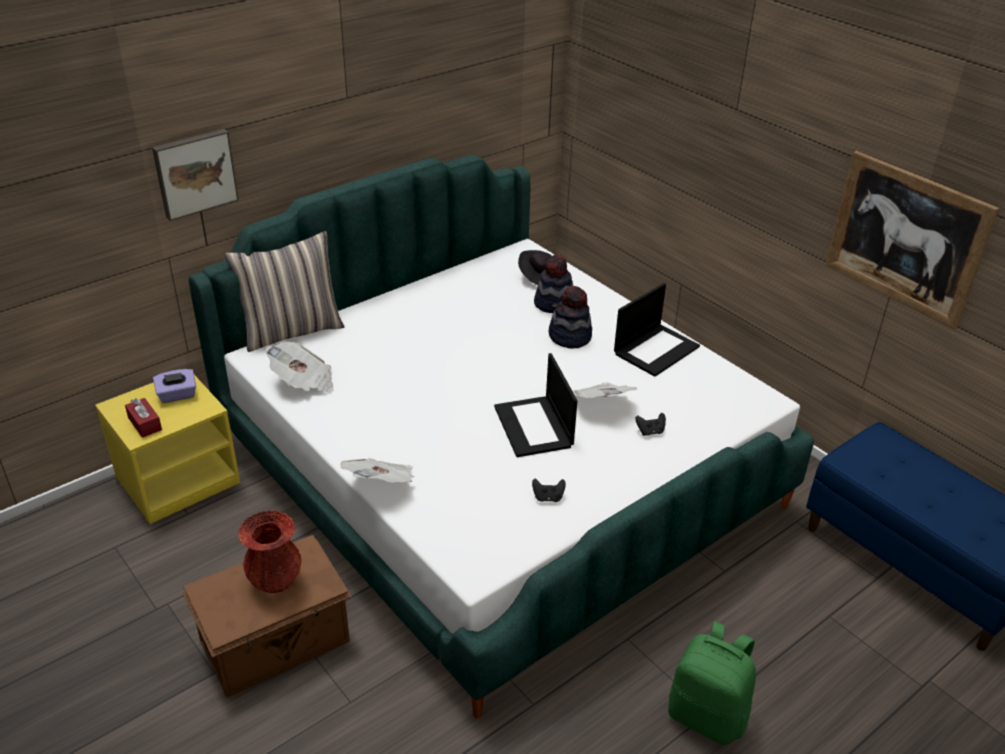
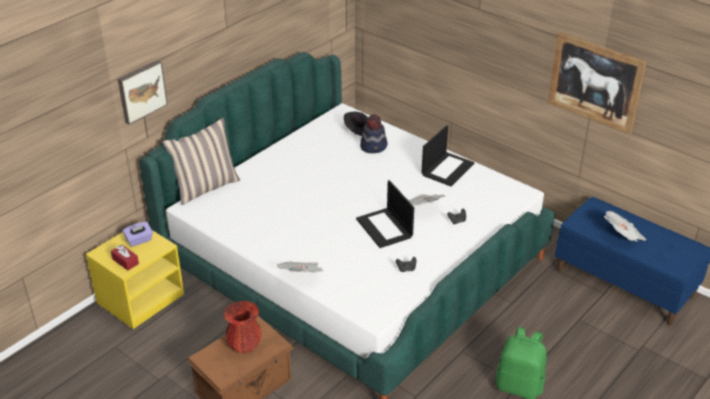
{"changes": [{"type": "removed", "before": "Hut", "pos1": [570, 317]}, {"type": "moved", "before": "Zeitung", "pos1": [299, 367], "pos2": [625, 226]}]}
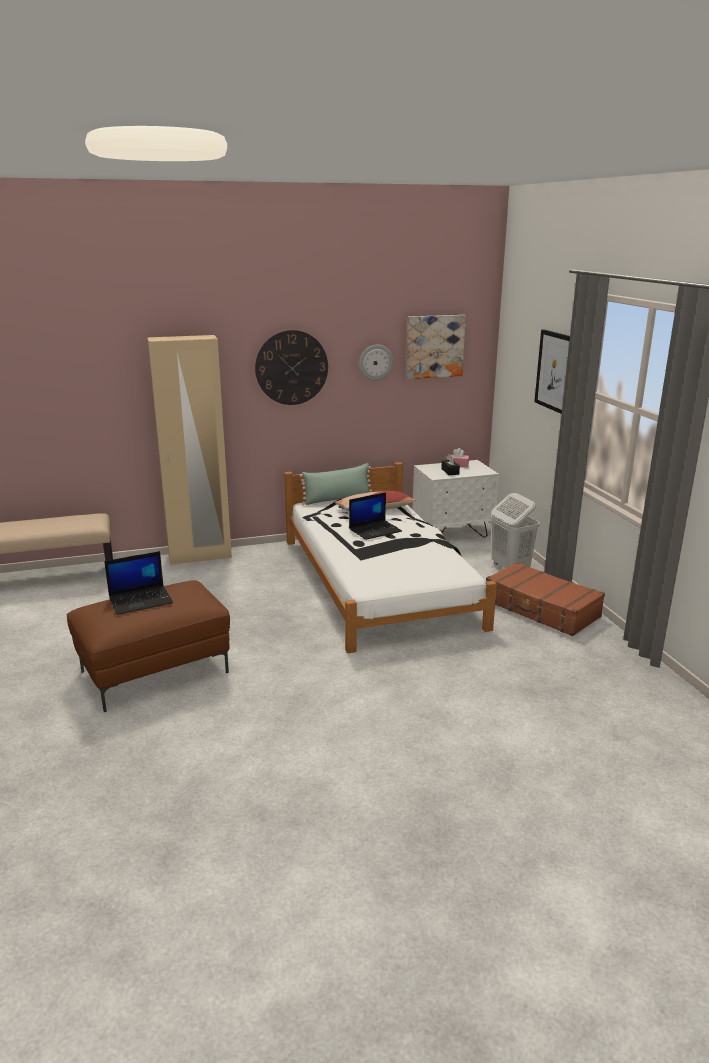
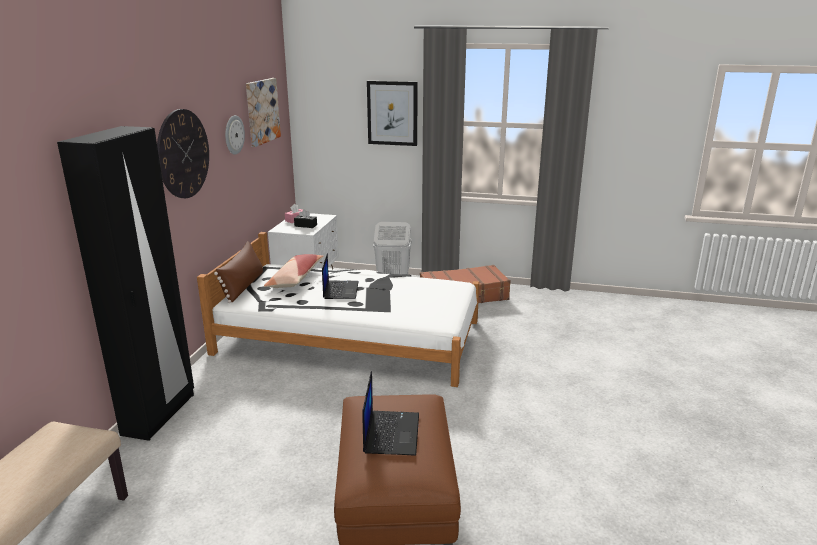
{"changes": [{"type": "recoloured", "before": "Kleiderschrank (beige)", "after": "Kleiderschrank (schwarz)", "pos1": [189, 450], "pos2": [125, 283]}, {"type": "recoloured", "before": "Kissen (grün)", "after": "Kissen (braun)", "pos1": [335, 484], "pos2": [238, 272]}]}
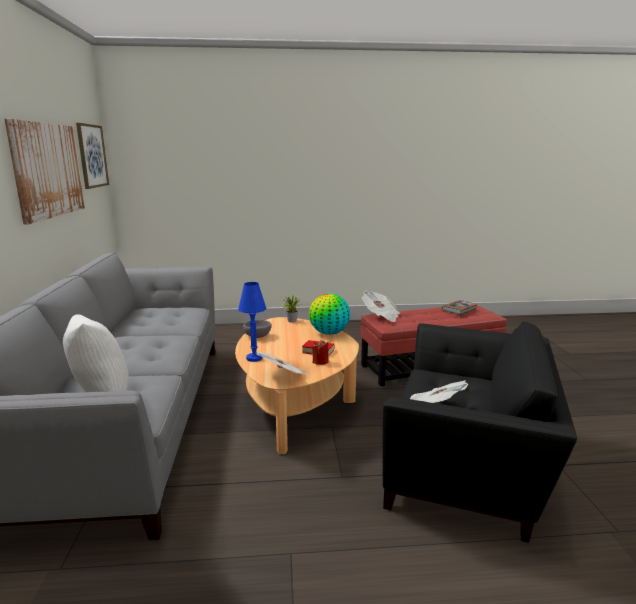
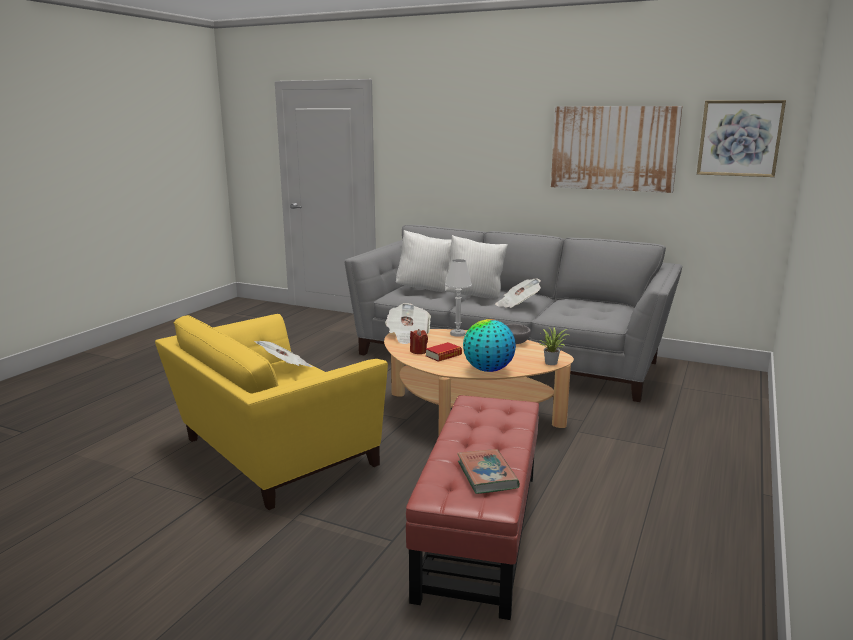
{"changes": [{"type": "recoloured", "before": "Tischlampe (blau)", "after": "Tischlampe (weiß)", "pos1": [252, 322], "pos2": [458, 298]}, {"type": "moved", "before": "Zeitung", "pos1": [381, 306], "pos2": [518, 293]}, {"type": "recoloured", "before": "Sessel (schwarz)", "after": "Sessel (gelb)", "pos1": [479, 432], "pos2": [271, 412]}, {"type": "added", "after": "Kissen (weiß)", "pos2": [476, 267]}]}
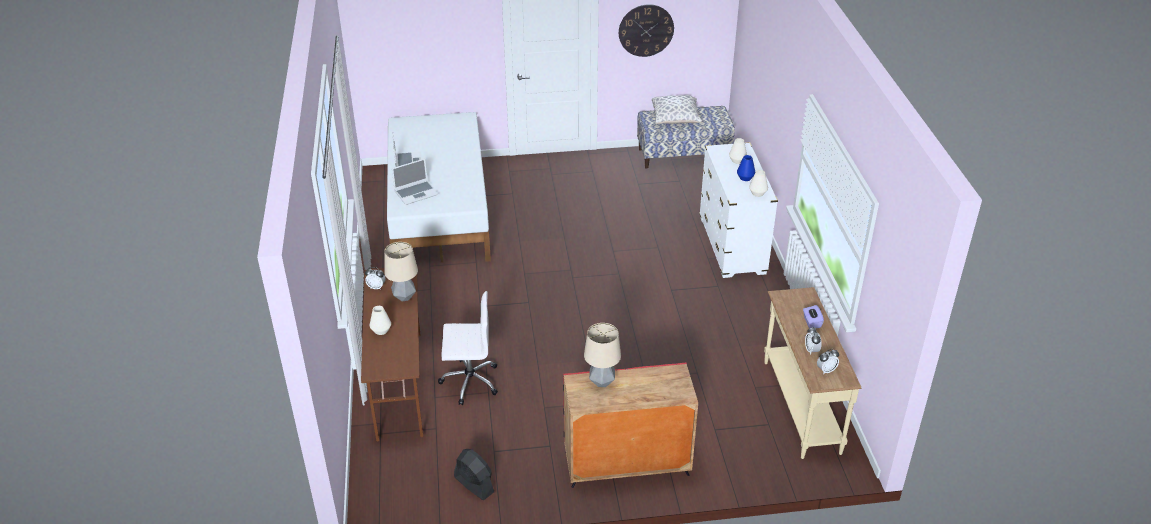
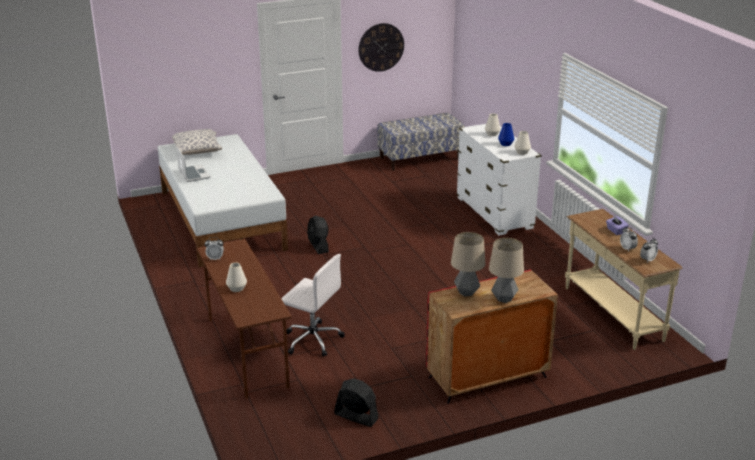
{"changes": [{"type": "moved", "before": "Kissen", "pos1": [677, 109], "pos2": [197, 142]}, {"type": "removed", "before": "Laptop", "pos1": [415, 181]}, {"type": "moved", "before": "Tischlampe", "pos1": [401, 272], "pos2": [506, 270]}, {"type": "turned", "before": "Bürostuhl (weiß)", "pos1": [468, 348], "pos2": [313, 305], "turn": 45}, {"type": "added", "after": "Ventilator (schwarz)", "pos2": [318, 235]}]}
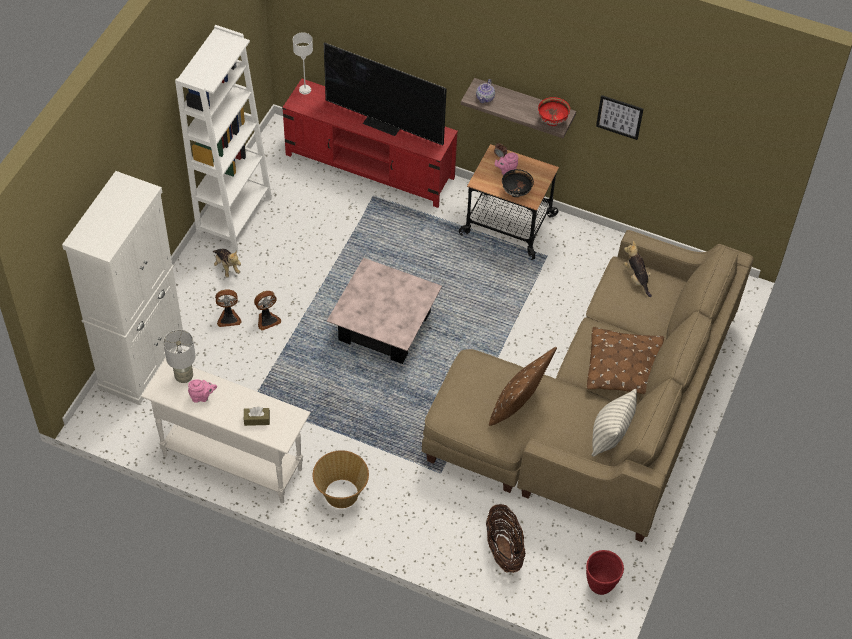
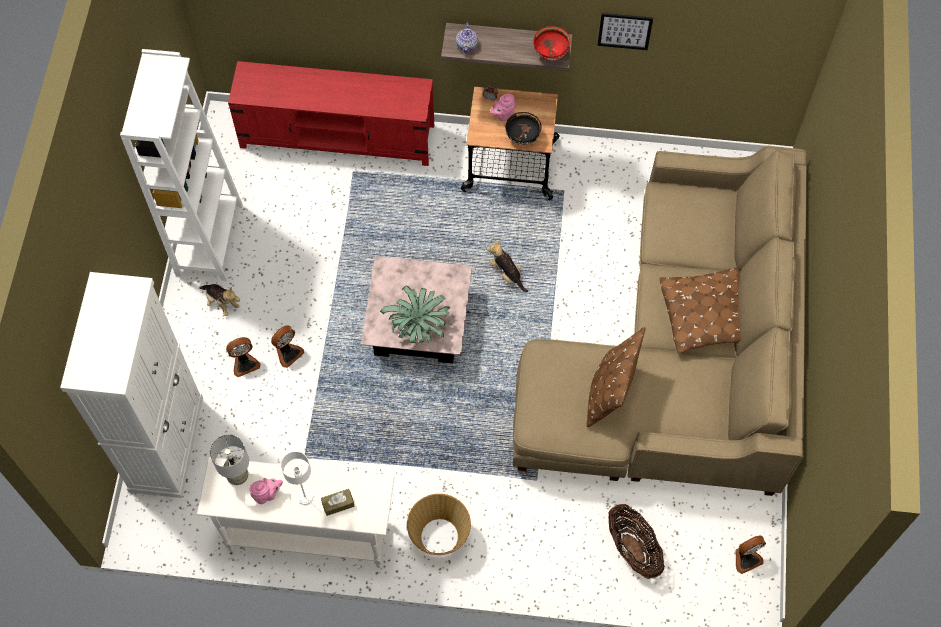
{"changes": [{"type": "moved", "before": "Tischlampe (weiß)", "pos1": [303, 63], "pos2": [297, 479]}, {"type": "removed", "before": "Fernseher", "pos1": [385, 93]}, {"type": "moved", "before": "Plüschtier", "pos1": [638, 269], "pos2": [507, 266]}, {"type": "removed", "before": "Kissen", "pos1": [614, 423]}, {"type": "replaced", "before": "Pflanzkübel (rot)", "after": "Ventilator", "pos1": [605, 572], "pos2": [750, 554]}, {"type": "added", "after": "Topfpflanze", "pos2": [415, 314]}]}
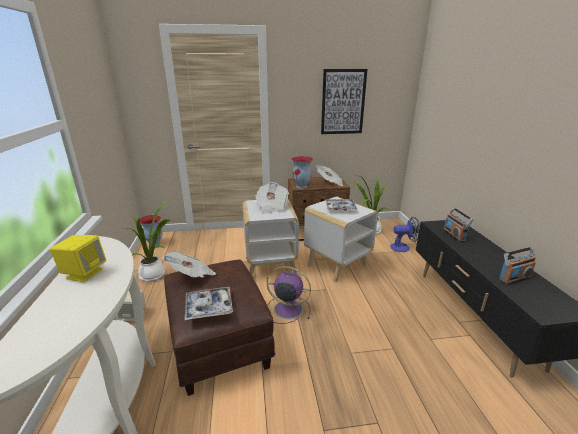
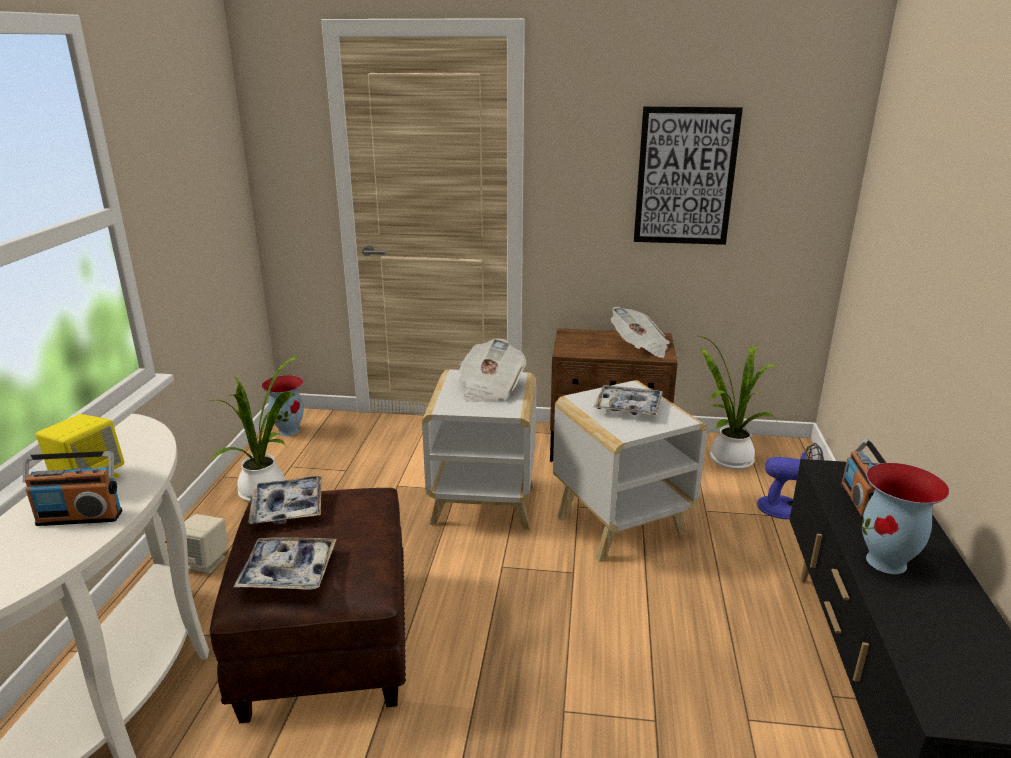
{"changes": [{"type": "moved", "before": "Vase", "pos1": [302, 172], "pos2": [906, 518]}, {"type": "moved", "before": "Radio", "pos1": [517, 266], "pos2": [72, 488]}, {"type": "replaced", "before": "Zeitung", "after": "Tablett", "pos1": [189, 265], "pos2": [285, 500]}, {"type": "removed", "before": "Ventilator (lila)", "pos1": [289, 295]}]}
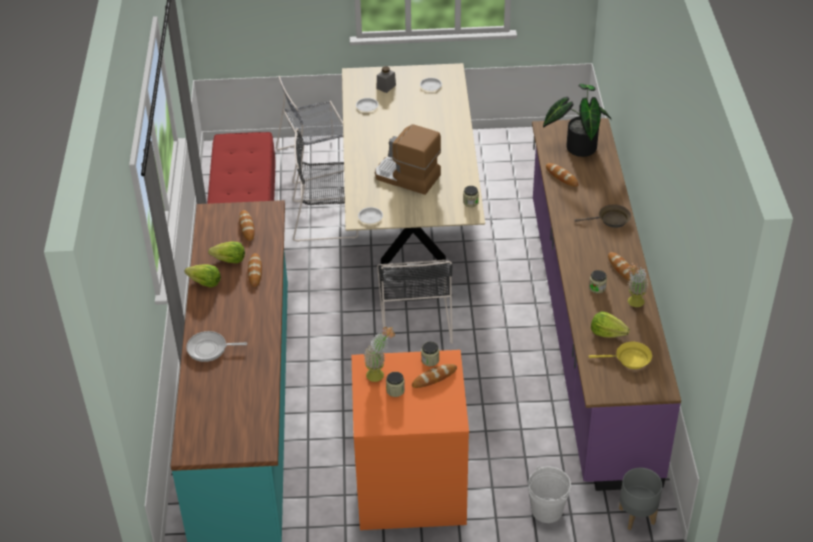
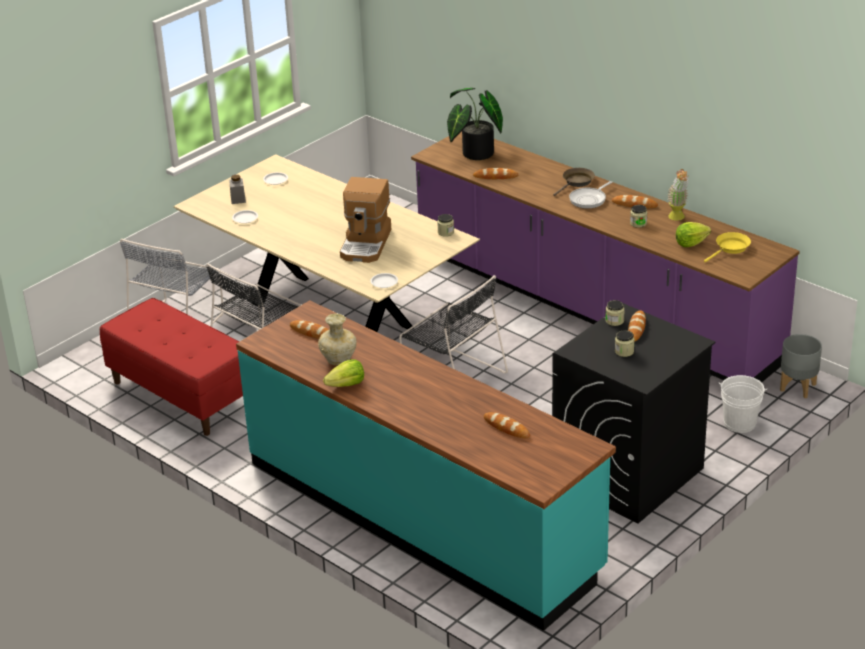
{"changes": [{"type": "turned", "before": "Kaffeemaschine", "pos1": [408, 159], "pos2": [365, 220], "turn": -60}, {"type": "replaced", "before": "Salatkopf", "after": "Vase (beige)", "pos1": [226, 252], "pos2": [337, 339]}, {"type": "moved", "before": "Brot", "pos1": [255, 270], "pos2": [507, 425]}, {"type": "removed", "before": "Topfpflanze", "pos1": [379, 354]}, {"type": "moved", "before": "Pfanne", "pos1": [216, 346], "pos2": [590, 195]}, {"type": "recoloured", "before": "Waschmaschine (orange)", "after": "Waschmaschine (schwarz)", "pos1": [410, 440], "pos2": [633, 413]}]}
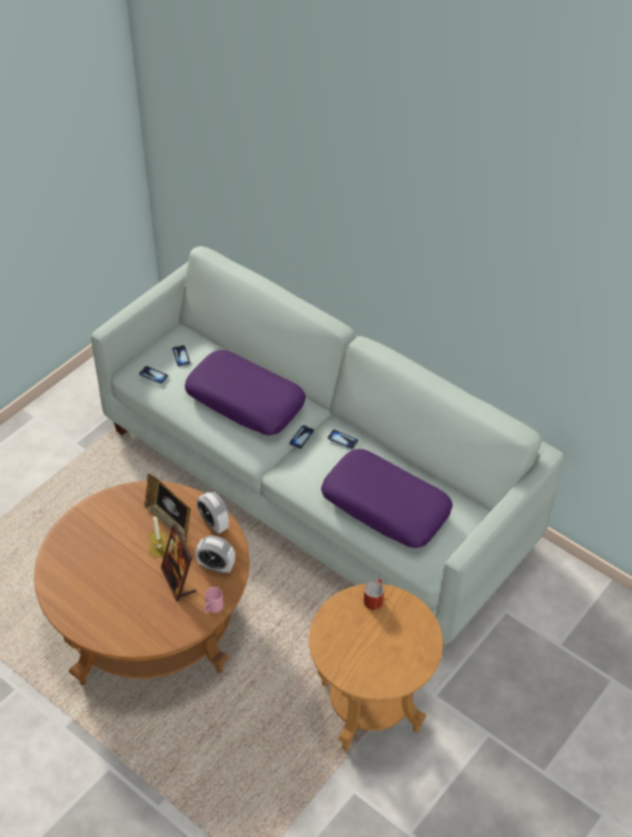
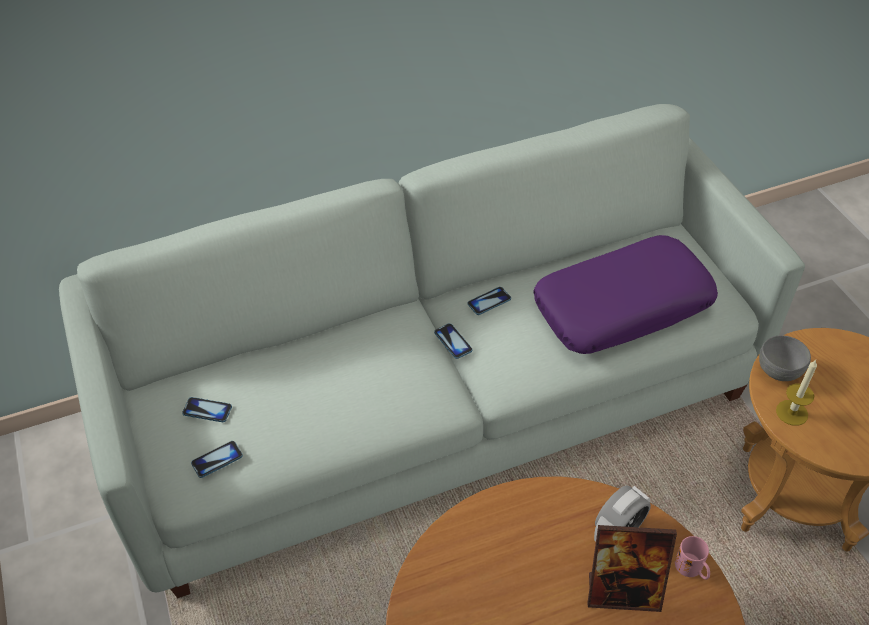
{"changes": [{"type": "removed", "before": "Kissen (lila)", "pos1": [245, 392]}, {"type": "removed", "before": "Bilderrahmen", "pos1": [167, 509]}, {"type": "removed", "before": "Wecker", "pos1": [213, 513]}, {"type": "moved", "before": "Kerze", "pos1": [158, 537], "pos2": [796, 393]}, {"type": "replaced", "before": "Henkelbecher (rot)", "after": "Schüssel (grau)", "pos1": [374, 594], "pos2": [785, 358]}]}
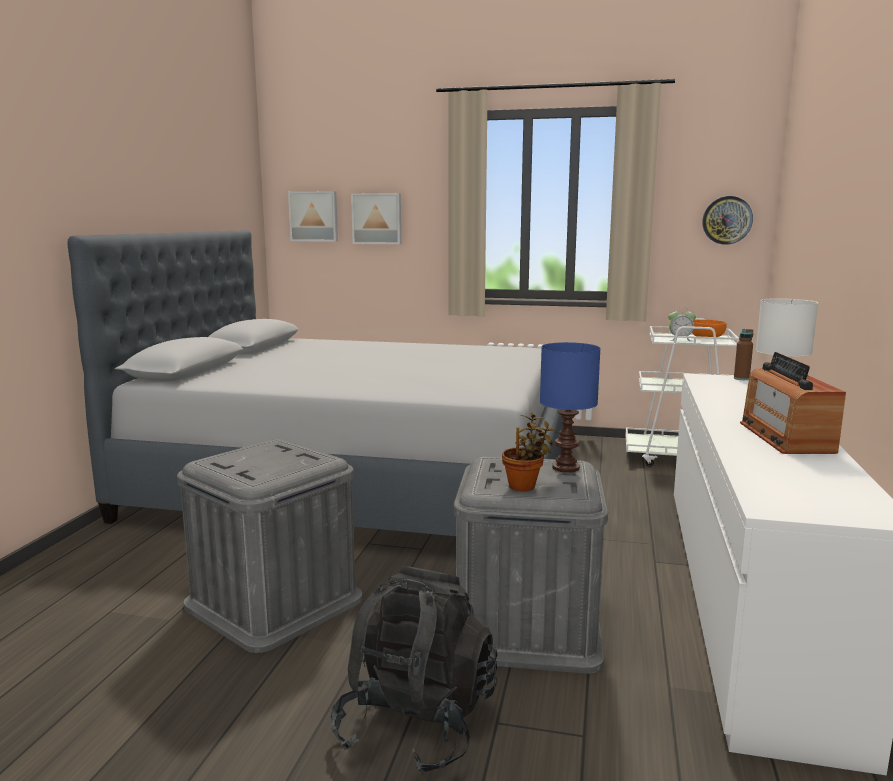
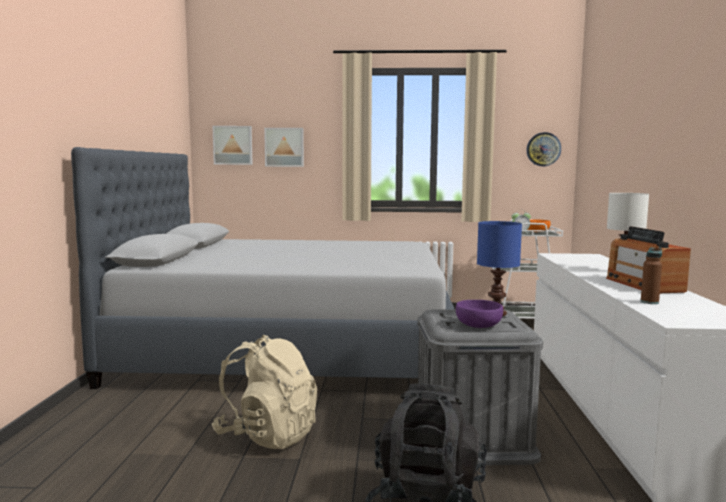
{"changes": [{"type": "moved", "before": "Flasche (braun)", "pos1": [743, 354], "pos2": [651, 275]}, {"type": "replaced", "before": "Topfpflanze", "after": "Schüssel (lila)", "pos1": [529, 452], "pos2": [479, 314]}, {"type": "replaced", "before": "Aufbewahrungsbox (grau)", "after": "Rucksack (beige)", "pos1": [269, 546], "pos2": [264, 392]}]}
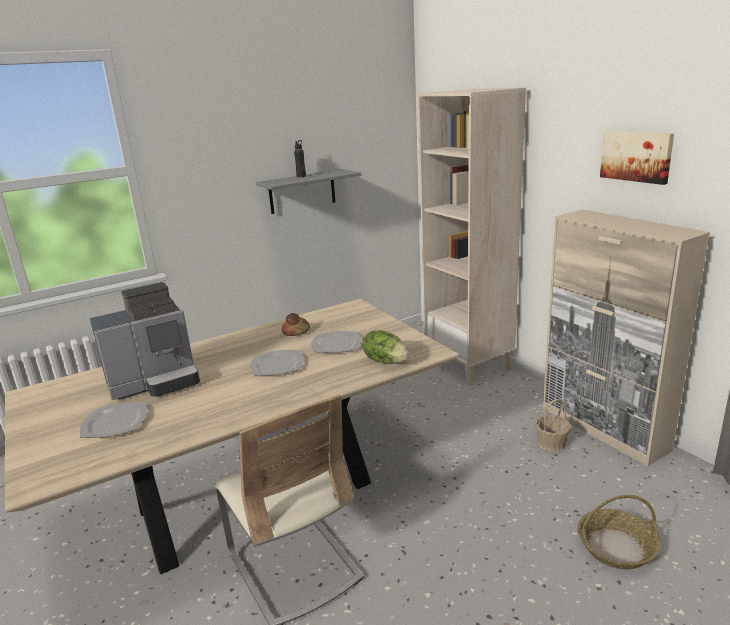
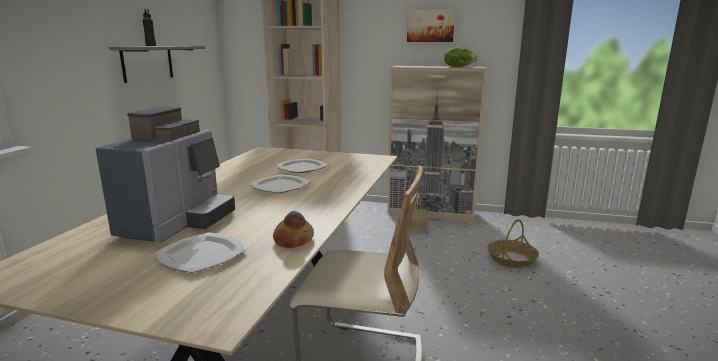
{"changes": [{"type": "moved", "before": "Brot", "pos1": [296, 324], "pos2": [293, 229]}, {"type": "moved", "before": "Salatkopf", "pos1": [386, 347], "pos2": [460, 57]}]}
